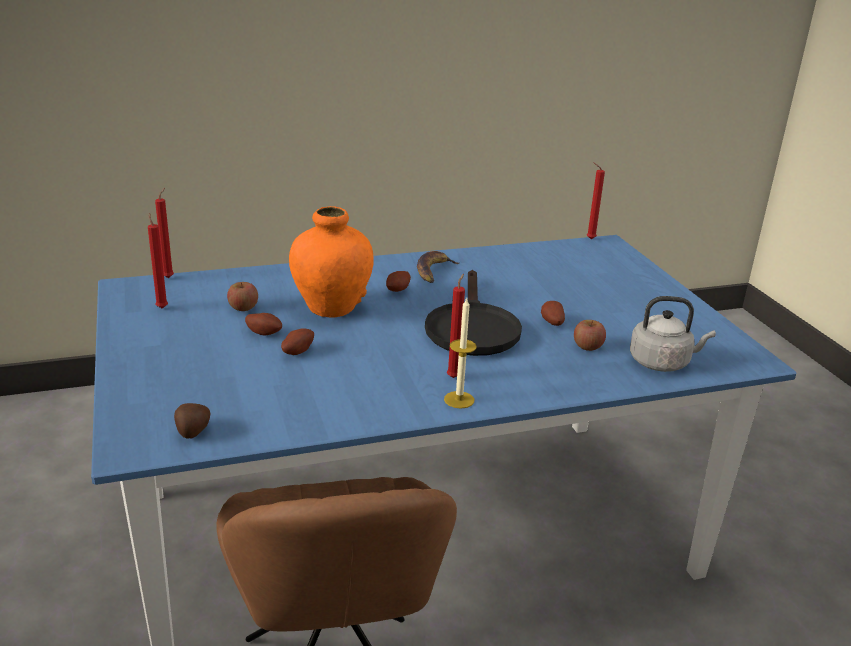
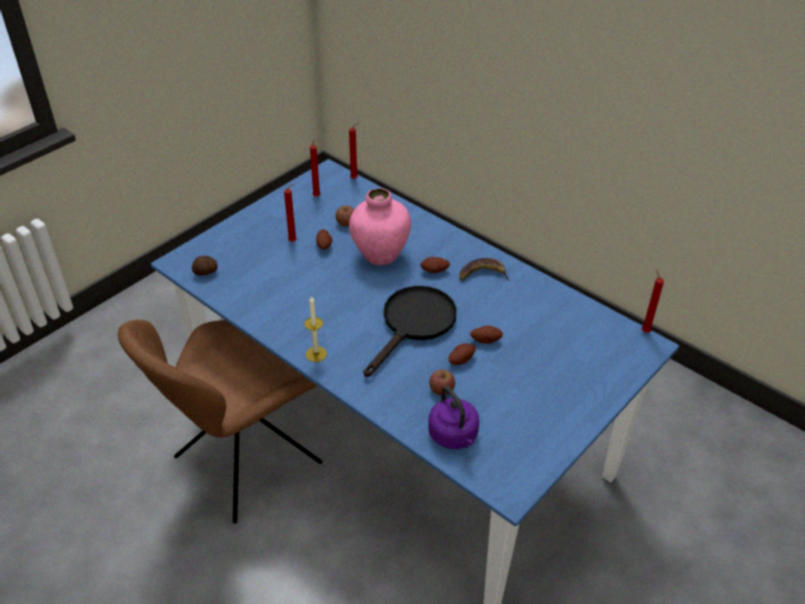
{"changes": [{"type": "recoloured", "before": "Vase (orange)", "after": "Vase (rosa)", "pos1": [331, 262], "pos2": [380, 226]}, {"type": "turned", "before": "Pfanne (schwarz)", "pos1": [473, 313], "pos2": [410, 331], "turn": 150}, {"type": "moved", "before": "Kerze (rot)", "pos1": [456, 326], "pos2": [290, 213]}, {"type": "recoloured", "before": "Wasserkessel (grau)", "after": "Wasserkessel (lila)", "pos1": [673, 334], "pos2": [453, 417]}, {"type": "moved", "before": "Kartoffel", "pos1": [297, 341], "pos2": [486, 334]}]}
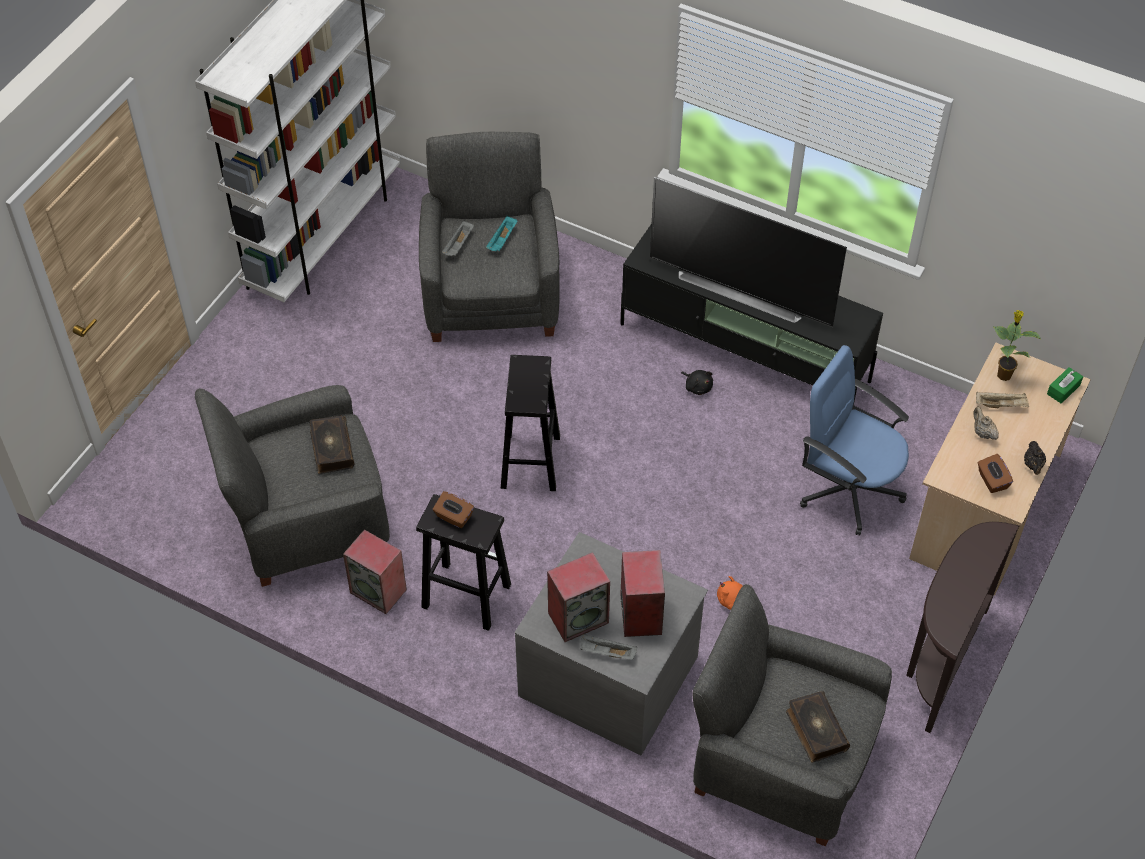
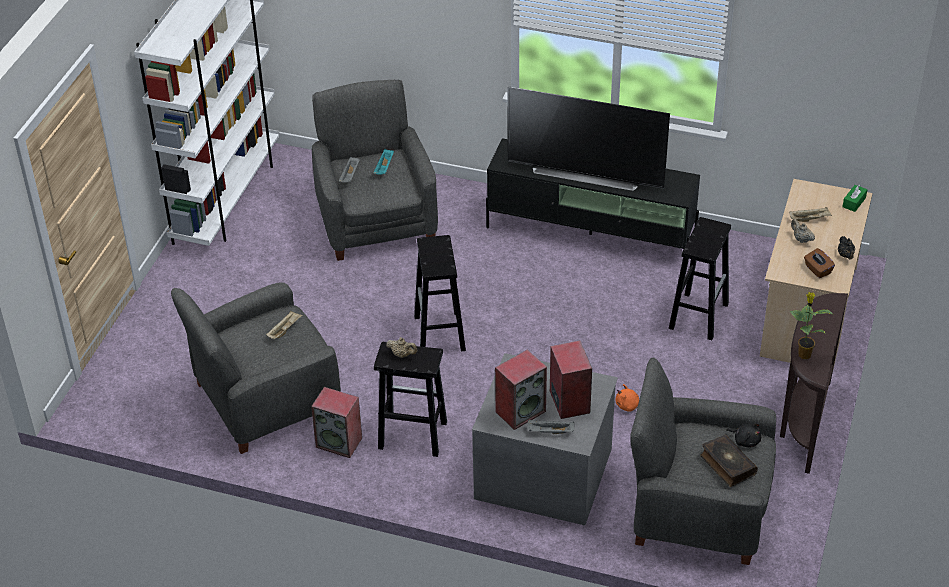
{"changes": [{"type": "moved", "before": "Topfpflanze", "pos1": [1017, 345], "pos2": [811, 325]}, {"type": "replaced", "before": "Bürostuhl (blau)", "after": "Hocker (schwarz)", "pos1": [854, 440], "pos2": [700, 278]}, {"type": "moved", "before": "Plüschtier (schwarz)", "pos1": [697, 382], "pos2": [743, 435]}, {"type": "replaced", "before": "Buch", "after": "Tablett (beige)", "pos1": [332, 445], "pos2": [284, 325]}, {"type": "replaced", "before": "Taschentuchbox (braun)", "after": "Teekanne (beige)", "pos1": [453, 509], "pos2": [401, 347]}]}
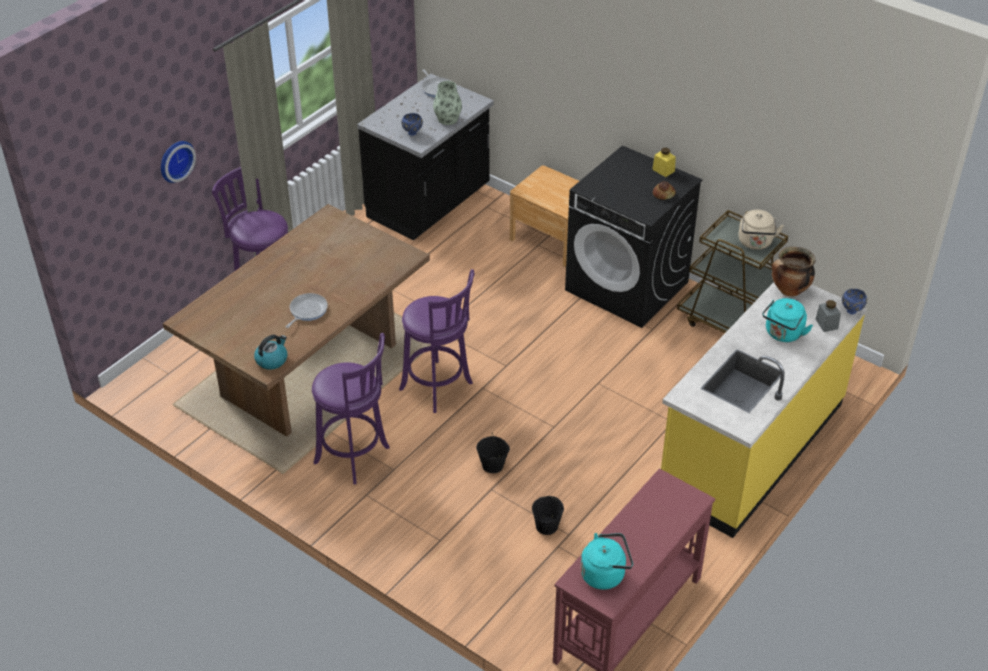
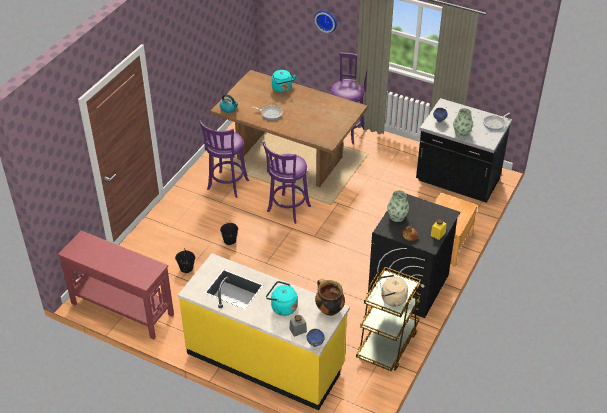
{"changes": [{"type": "moved", "before": "Wasserkessel (türkis)", "pos1": [606, 561], "pos2": [283, 81]}, {"type": "added", "after": "Vase", "pos2": [398, 206]}]}
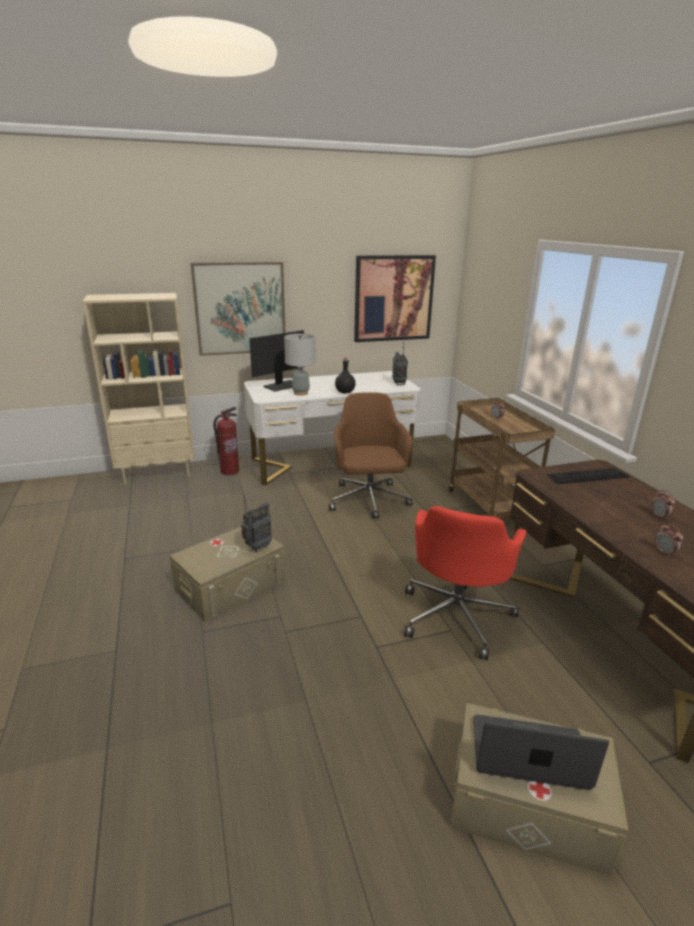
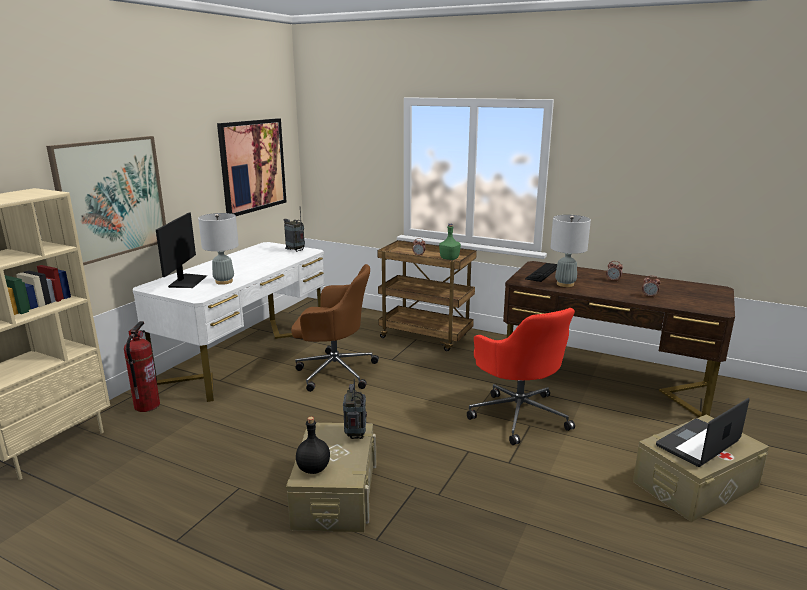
{"changes": [{"type": "moved", "before": "Flasche (schwarz)", "pos1": [345, 375], "pos2": [313, 445]}, {"type": "turned", "before": "Bürostuhl (braun)", "pos1": [371, 455], "pos2": [335, 328], "turn": 150}, {"type": "added", "after": "Tischlampe (grau)", "pos2": [570, 251]}, {"type": "added", "after": "Flasche (grün)", "pos2": [450, 241]}]}
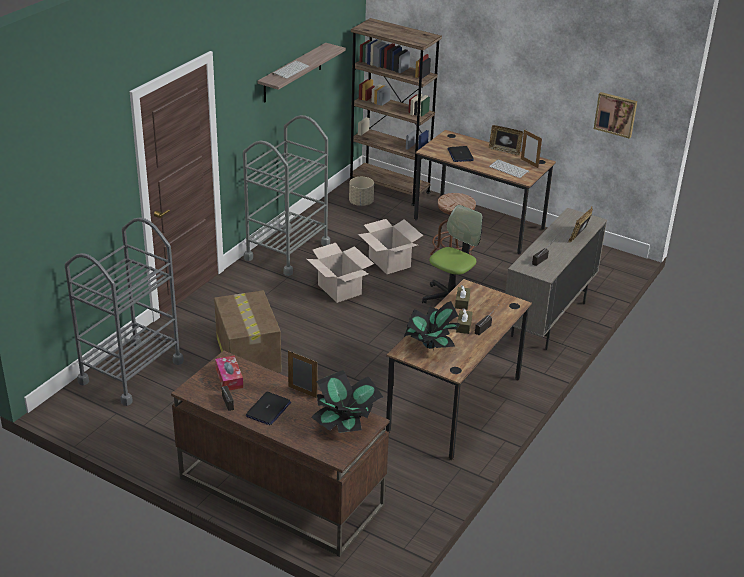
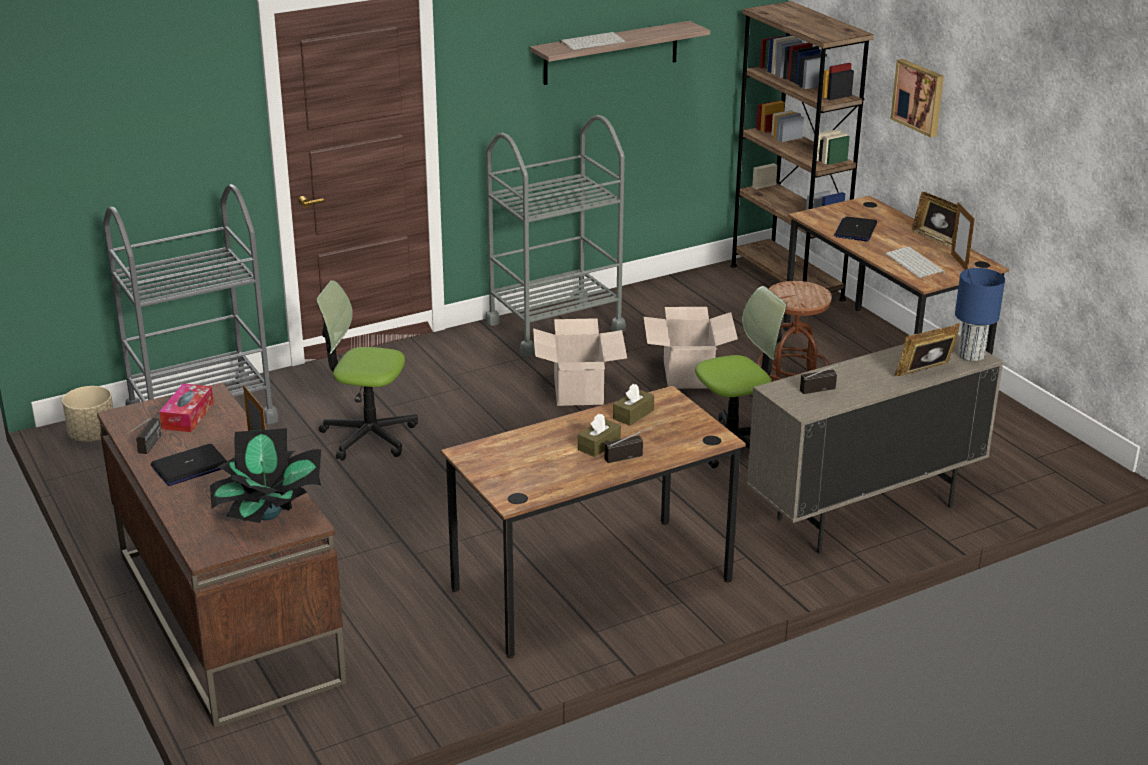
{"changes": [{"type": "moved", "before": "Bild", "pos1": [615, 115], "pos2": [917, 98]}, {"type": "moved", "before": "Pflanzkübel (beige)", "pos1": [361, 191], "pos2": [88, 414]}, {"type": "replaced", "before": "Karton", "after": "Bürostuhl", "pos1": [248, 331], "pos2": [367, 370]}, {"type": "removed", "before": "Topfpflanze", "pos1": [432, 325]}, {"type": "added", "after": "Tischlampe (blau)", "pos2": [980, 314]}]}
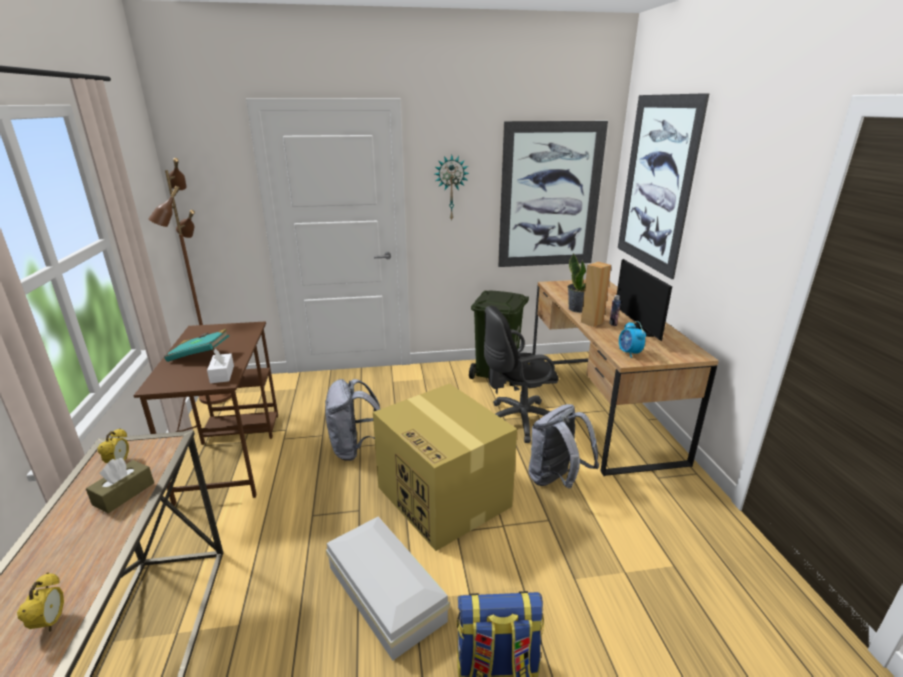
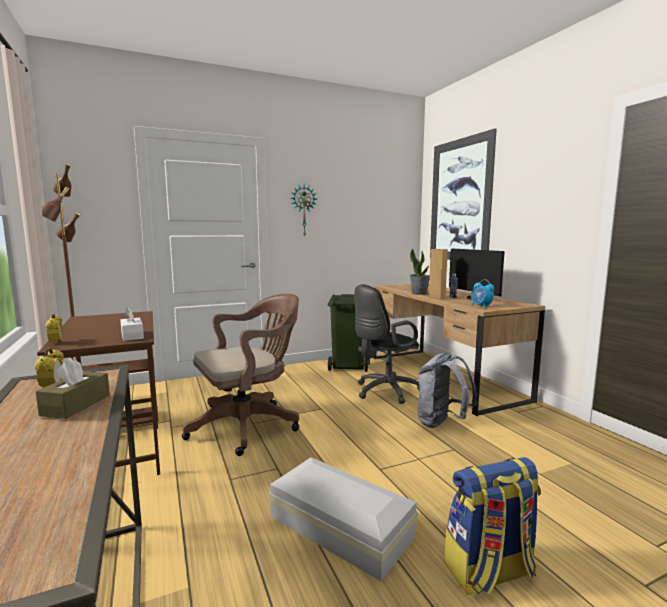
{"changes": [{"type": "removed", "before": "Bild", "pos1": [553, 194]}, {"type": "removed", "before": "Buch (türkis)", "pos1": [196, 345]}, {"type": "replaced", "before": "Rucksack (grau)", "after": "Bürostuhl (braun)", "pos1": [352, 420], "pos2": [240, 375]}, {"type": "removed", "before": "Karton", "pos1": [445, 467]}, {"type": "moved", "before": "Wecker", "pos1": [40, 602], "pos2": [54, 329]}]}
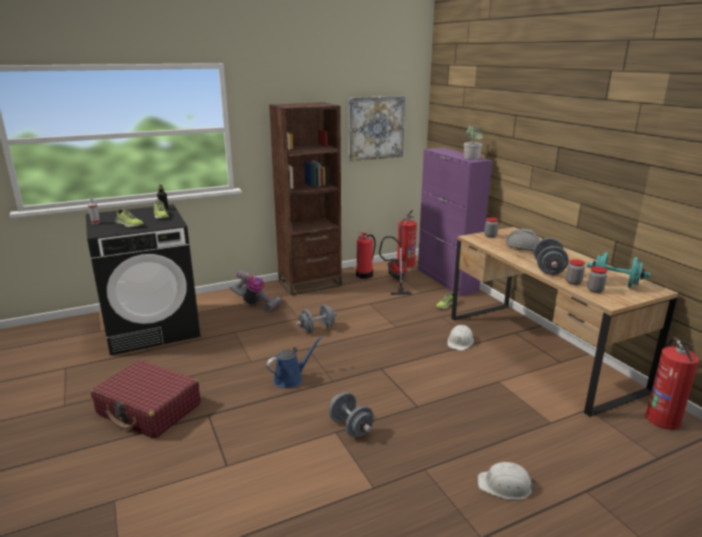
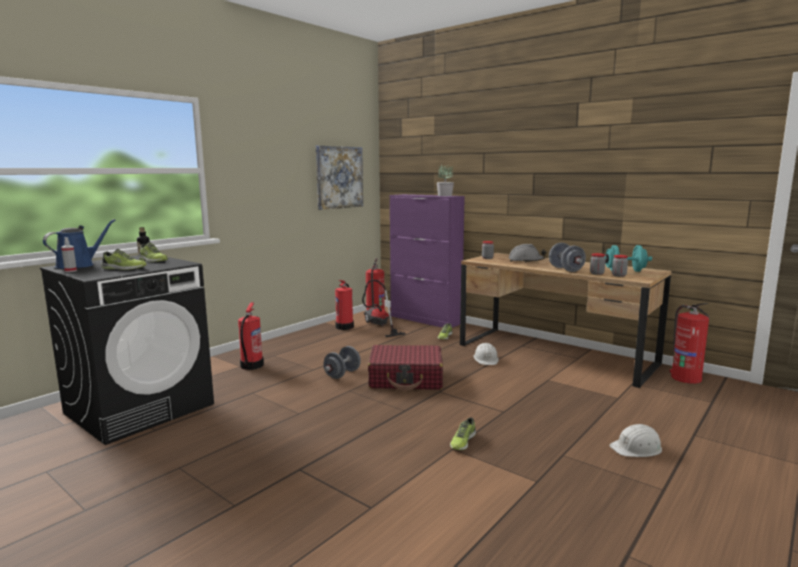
{"changes": [{"type": "removed", "before": "Bücherregal (braun)", "pos1": [305, 198]}, {"type": "replaced", "before": "Staubsauger", "after": "Feuerlöscher", "pos1": [256, 290], "pos2": [251, 336]}, {"type": "moved", "before": "Gießkanne (blau)", "pos1": [294, 362], "pos2": [79, 244]}, {"type": "moved", "before": "Koffer (rot)", "pos1": [146, 399], "pos2": [405, 368]}, {"type": "replaced", "before": "Hantel (grau)", "after": "Schuh", "pos1": [351, 414], "pos2": [463, 433]}]}
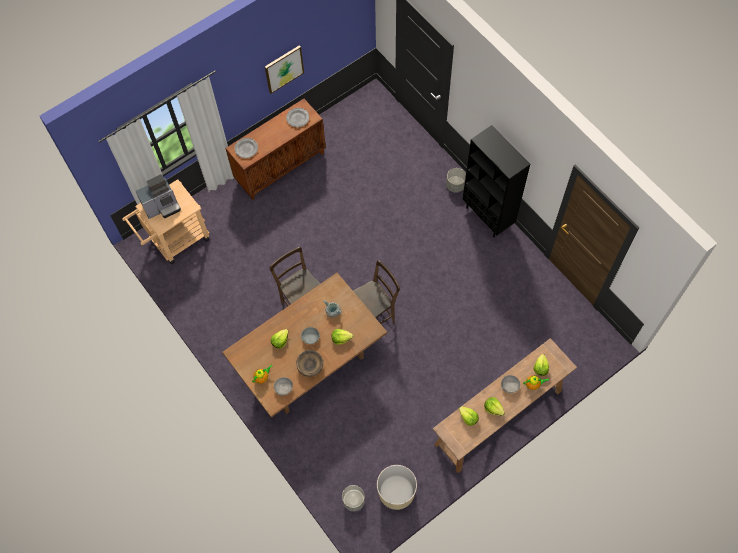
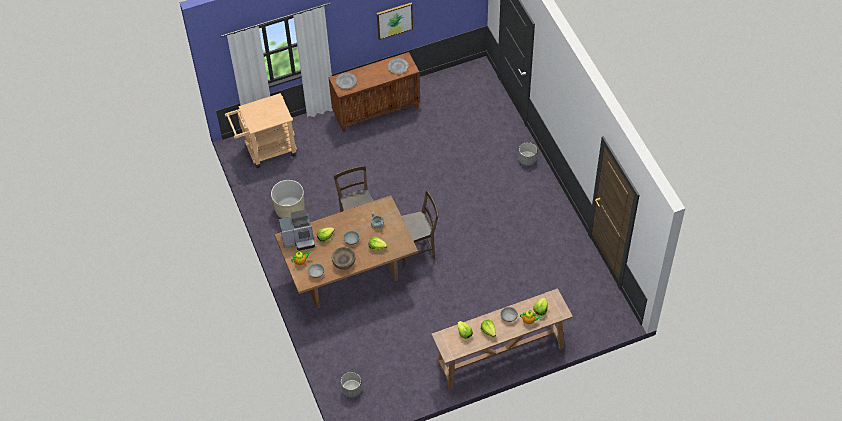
{"changes": [{"type": "removed", "before": "Bücherregal (schwarz)", "pos1": [496, 181]}, {"type": "moved", "before": "Kaffeemaschine", "pos1": [158, 196], "pos2": [297, 230]}, {"type": "moved", "before": "Pflanzkübel (beige)", "pos1": [397, 487], "pos2": [288, 199]}]}
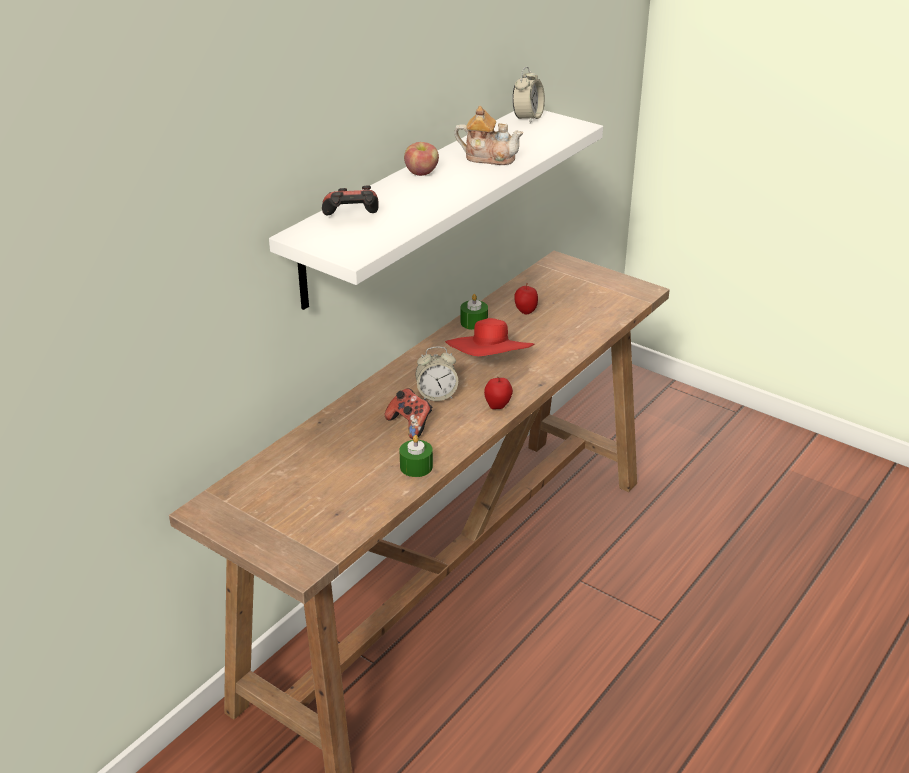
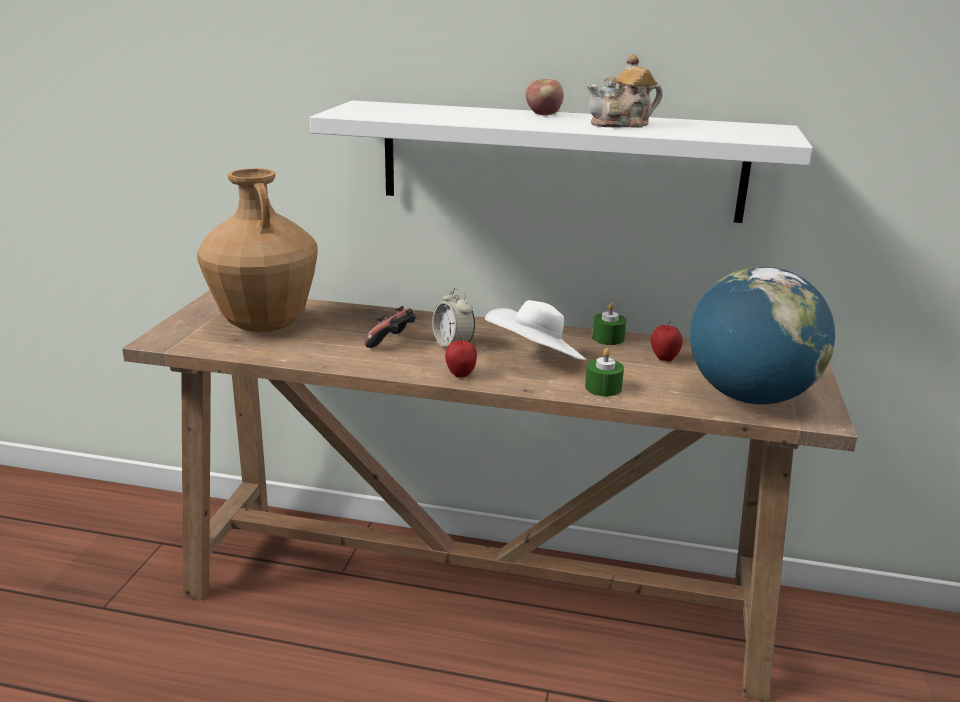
{"changes": [{"type": "removed", "before": "Wecker", "pos1": [528, 95]}, {"type": "turned", "before": "Teekanne", "pos1": [488, 135], "pos2": [625, 91], "turn": 75}, {"type": "removed", "before": "Gamepad", "pos1": [350, 200]}, {"type": "recoloured", "before": "Hut (rot)", "after": "Hut (weiß)", "pos1": [489, 337], "pos2": [535, 330]}, {"type": "moved", "before": "Kerze (grün)", "pos1": [416, 456], "pos2": [604, 372]}, {"type": "added", "after": "Vase (braun)", "pos2": [257, 250]}, {"type": "added", "after": "Globus", "pos2": [762, 335]}]}
